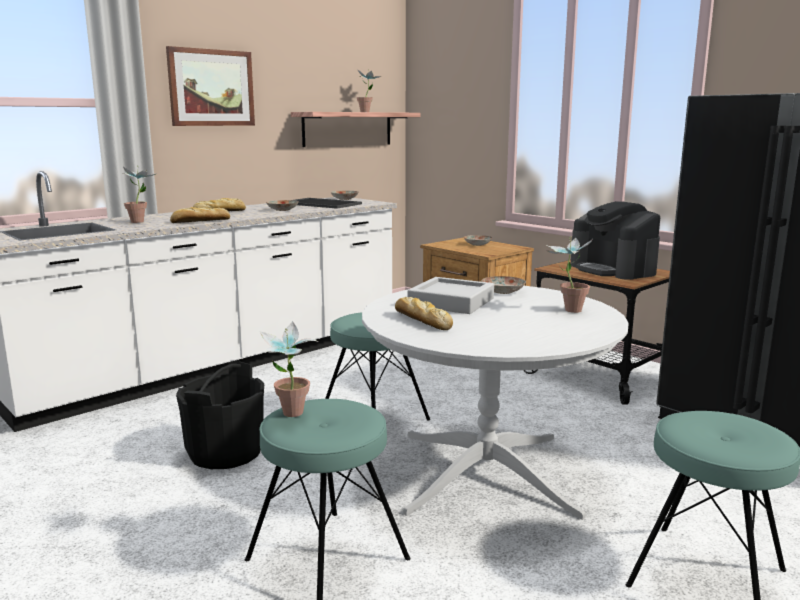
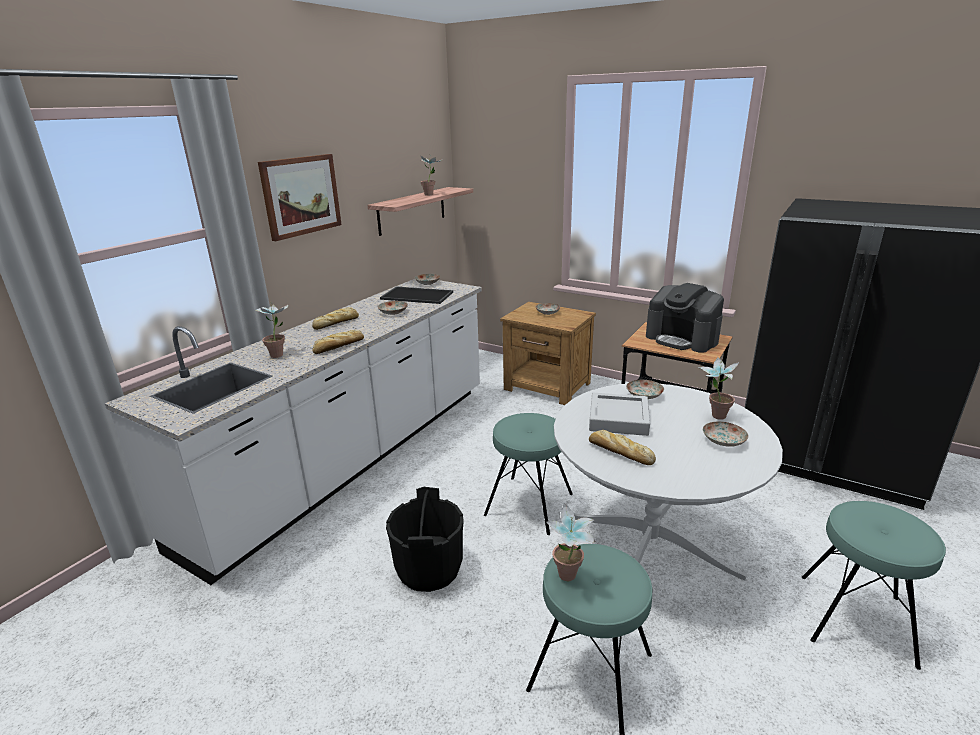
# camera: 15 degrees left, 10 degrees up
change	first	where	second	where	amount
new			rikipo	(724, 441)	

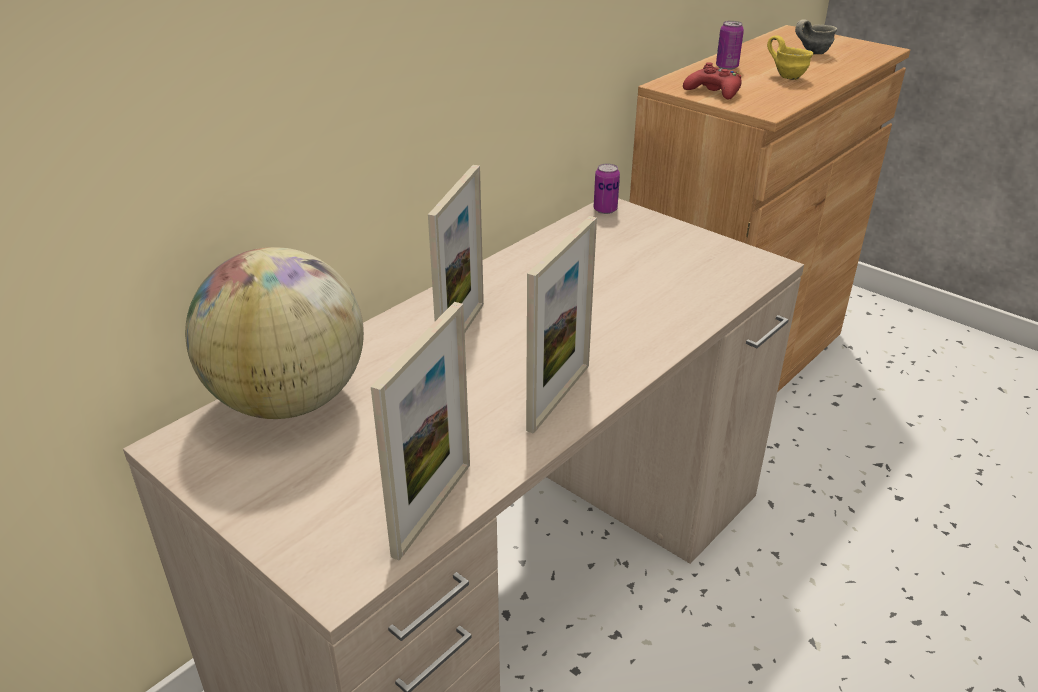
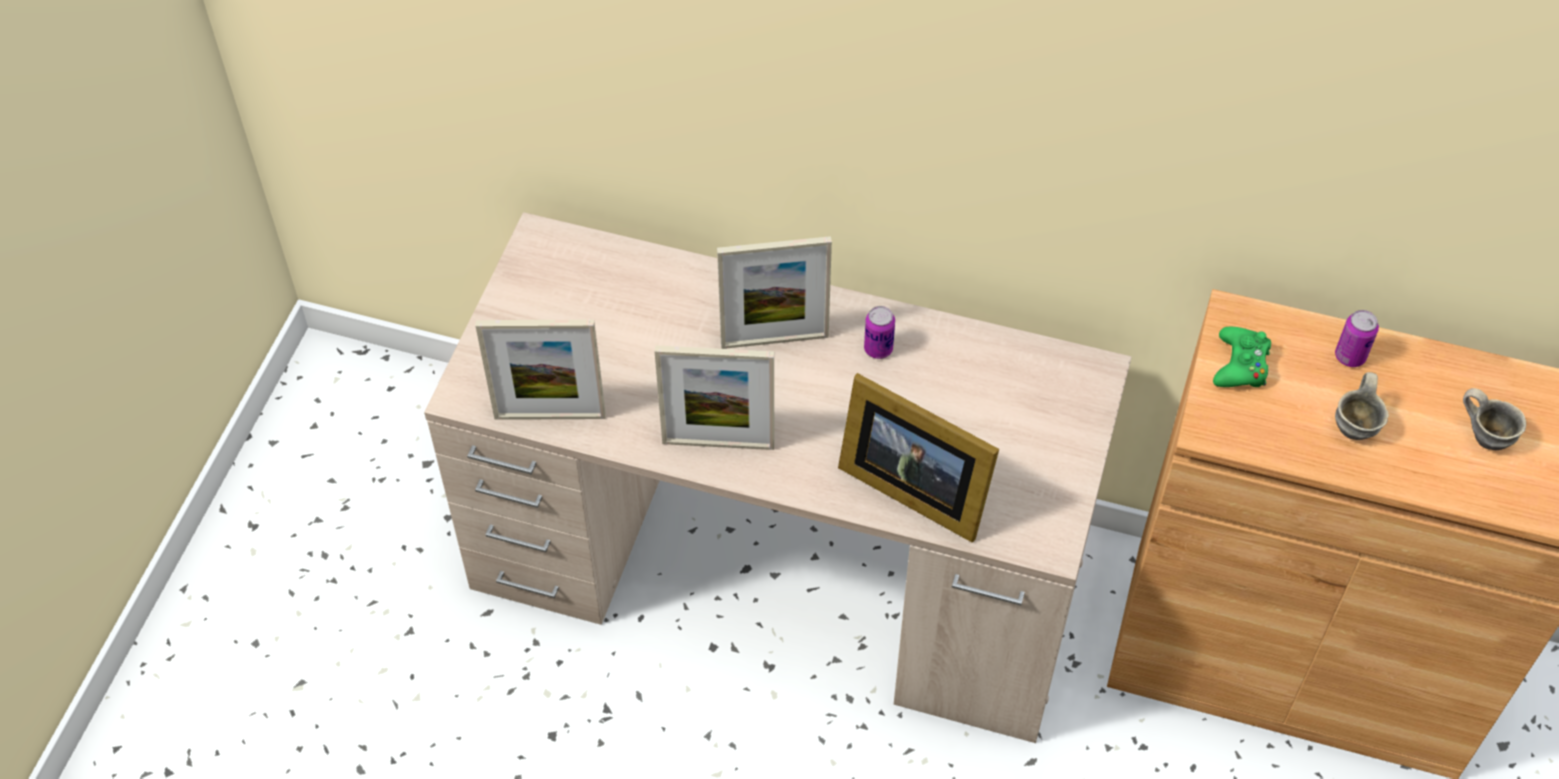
# camera: 65 degrees right, 20 degrees up
change	first	where	second	where	amount
new			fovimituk	(912, 486)	
shifted	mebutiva	(605, 210)		(878, 349)	
repainted	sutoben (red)	(714, 92)	sutoben (green)	(1241, 365)	
repainted	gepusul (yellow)	(787, 76)	gepusul (grey)	(1357, 427)	
gone	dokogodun	(289, 400)			

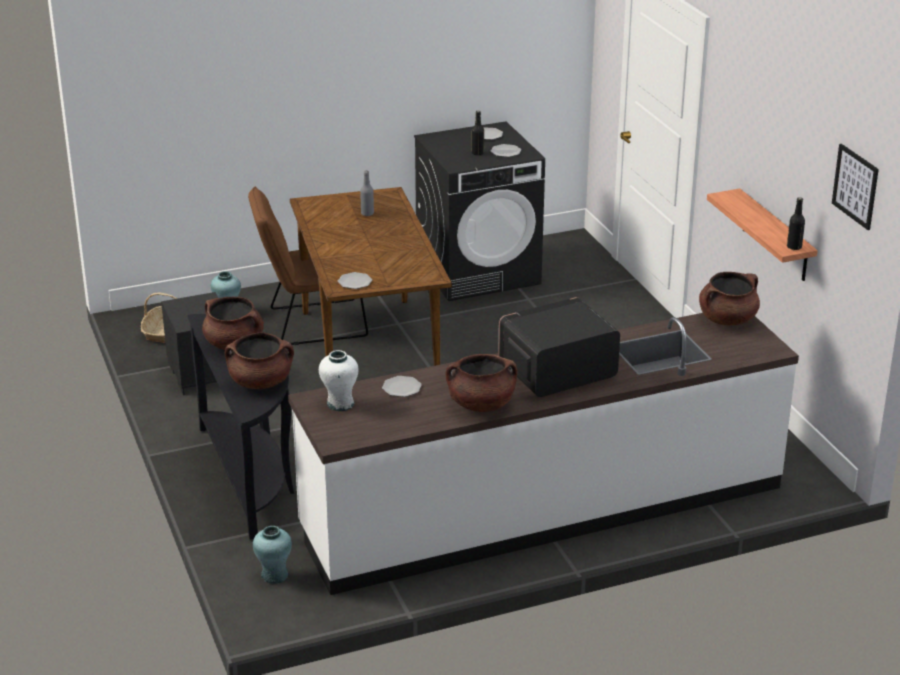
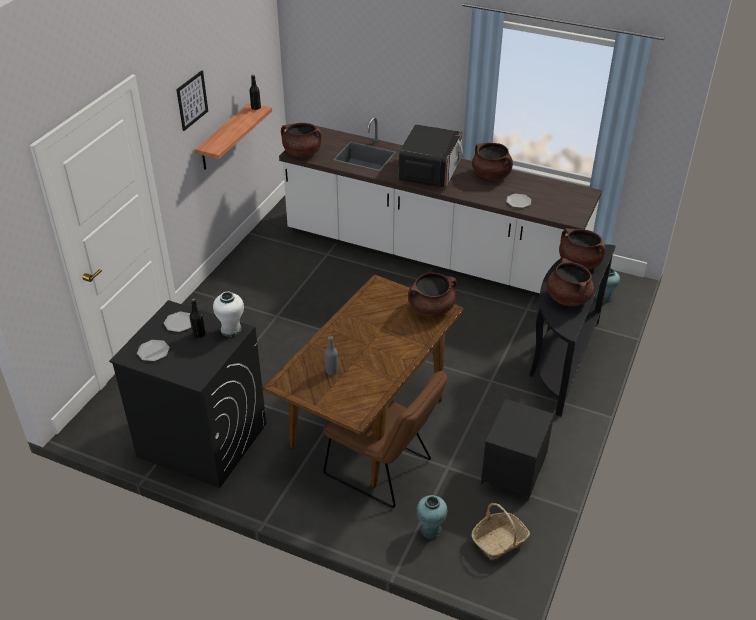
# camera: 135 degrees left, 10 degrees up
change	first	where	second	where	amount
shifted	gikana	(855, 186)		(192, 100)	
shifted	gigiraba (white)	(340, 404)		(231, 330)	
rotated	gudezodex	(556, 371)		(430, 171)	90 degrees counterclockwise
swapped	rikipo	(355, 282)	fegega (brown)	(431, 309)	

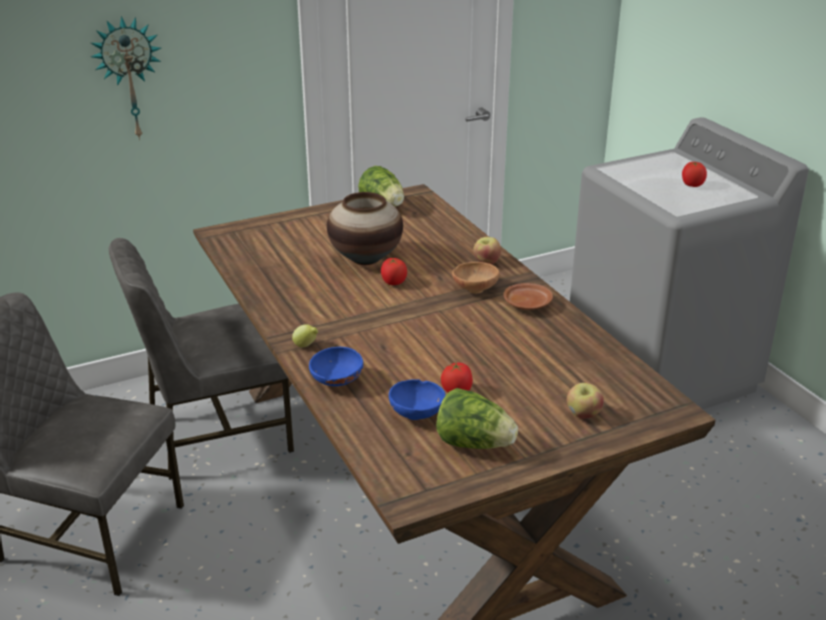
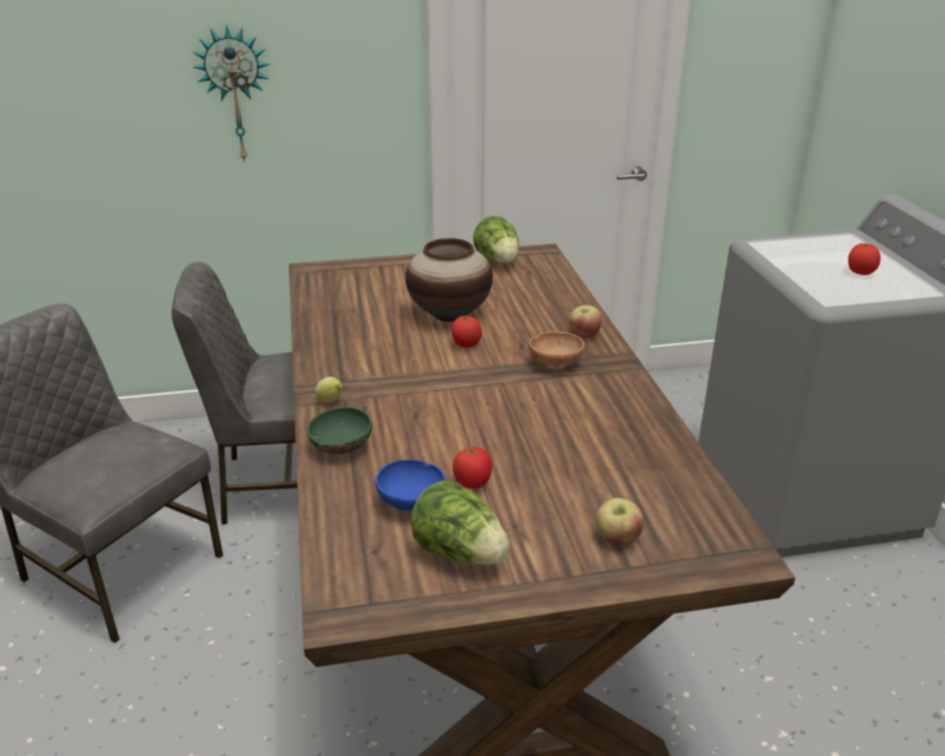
# camera: 15 degrees right, 0 degrees up
change	first	where	second	where	amount
repainted	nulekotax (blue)	(336, 381)	nulekotax (green)	(340, 448)	
gone	rikipo (brown)	(527, 304)			

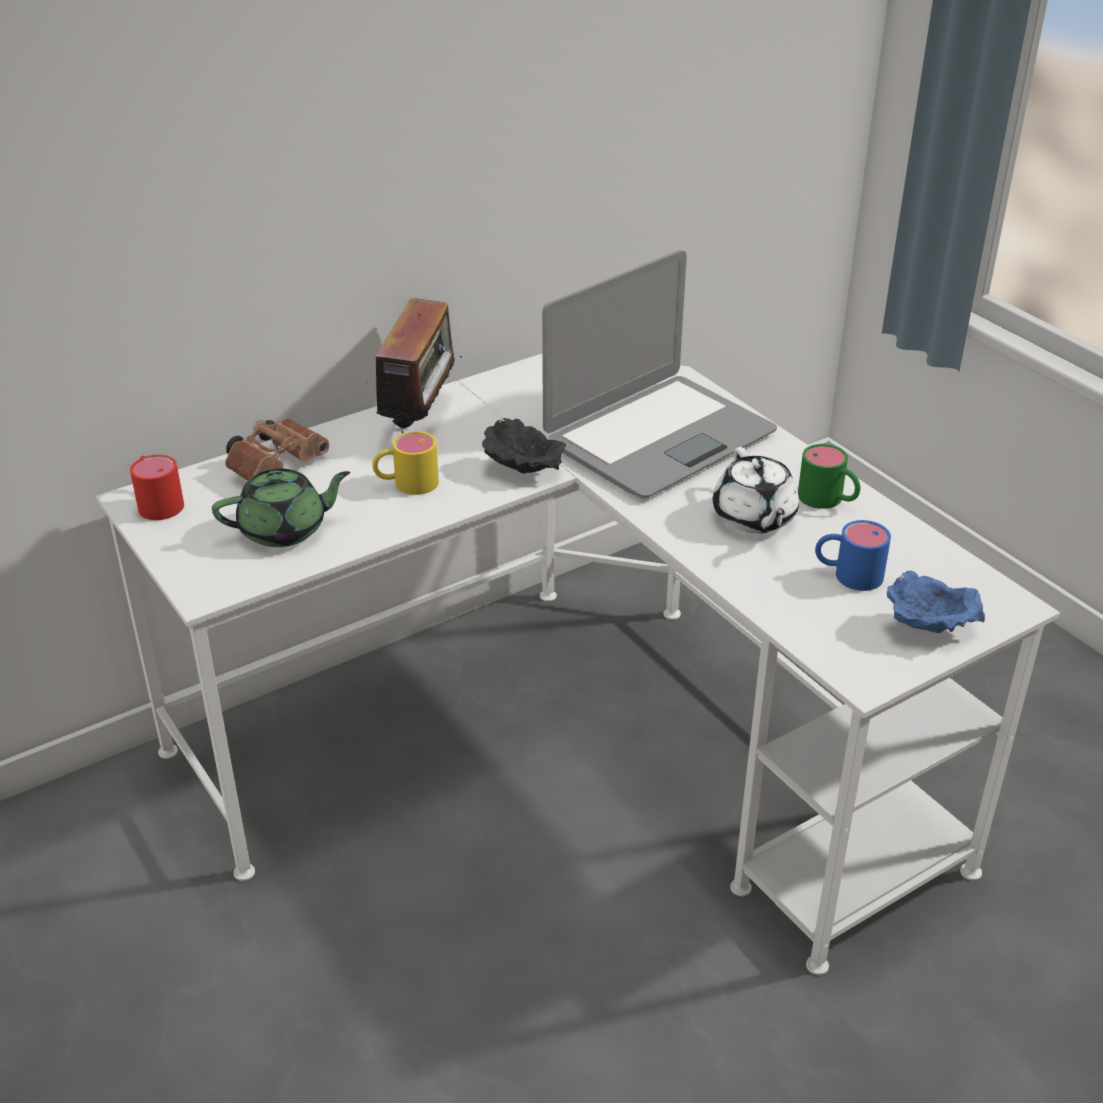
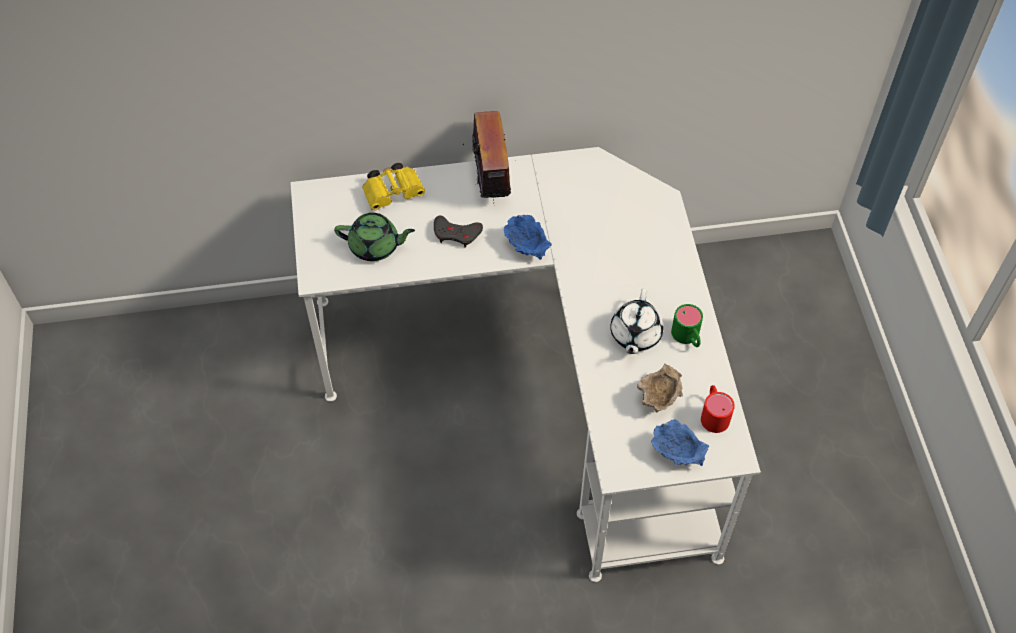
# camera: 25 degrees right, 20 degrees up
change	first	where	second	where	amount
repainted	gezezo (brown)	(278, 465)	gezezo (yellow)	(394, 193)	
swapped	gepusul (yellow)	(406, 483)	sutoben (grey)	(456, 234)	
rotated	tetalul	(421, 418)		(492, 181)	45 degrees counterclockwise
repainted	nulekotax (black)	(523, 470)	nulekotax (blue)	(527, 247)	
swapped	gepusul (blue)	(847, 574)	nulekotax (beige)	(659, 397)	
shifted	gepusul (red)	(157, 502)		(713, 413)	
gone	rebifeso	(658, 437)			

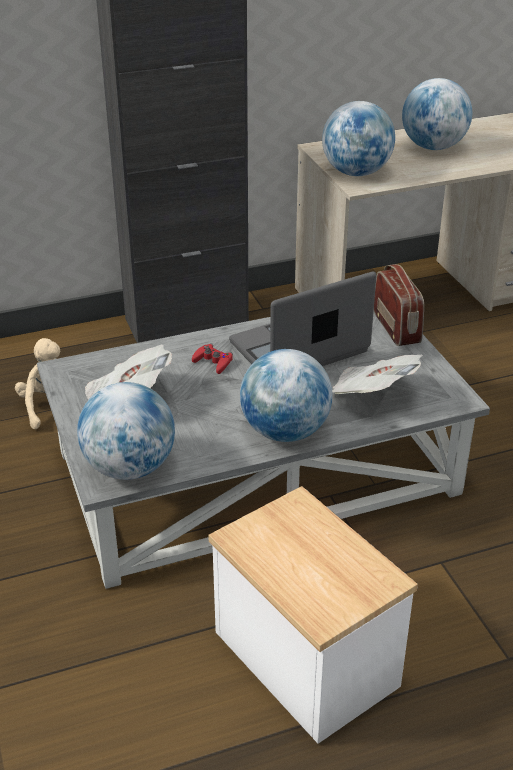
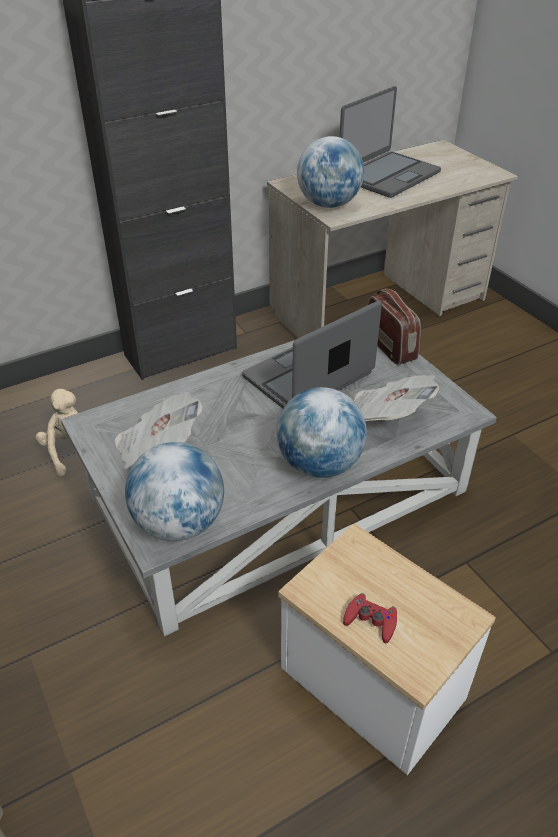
# camera: 10 degrees left, 5 degrees up
change	first	where	second	where	amount
swapped	dokogodun	(433, 147)	rebifeso	(388, 175)	
shifted	sutoben (red)	(213, 362)		(371, 621)	

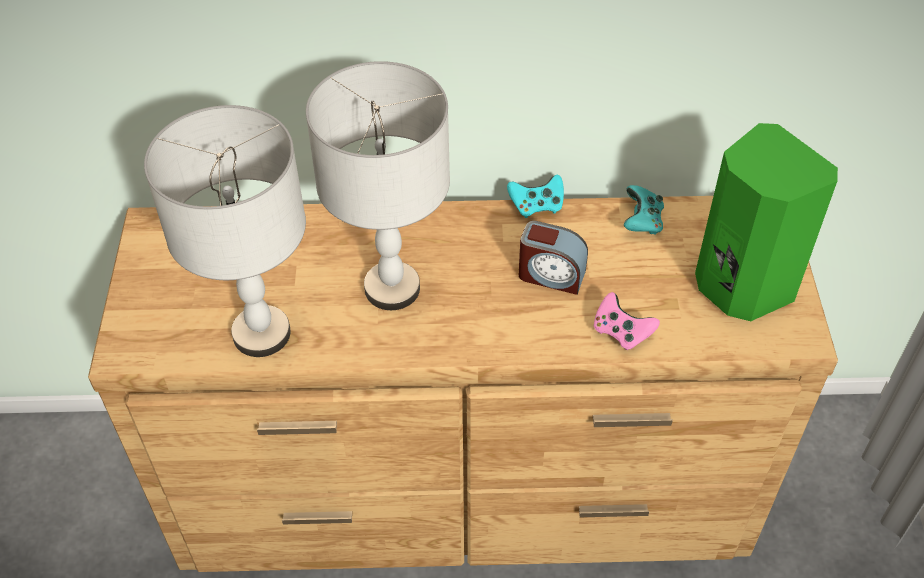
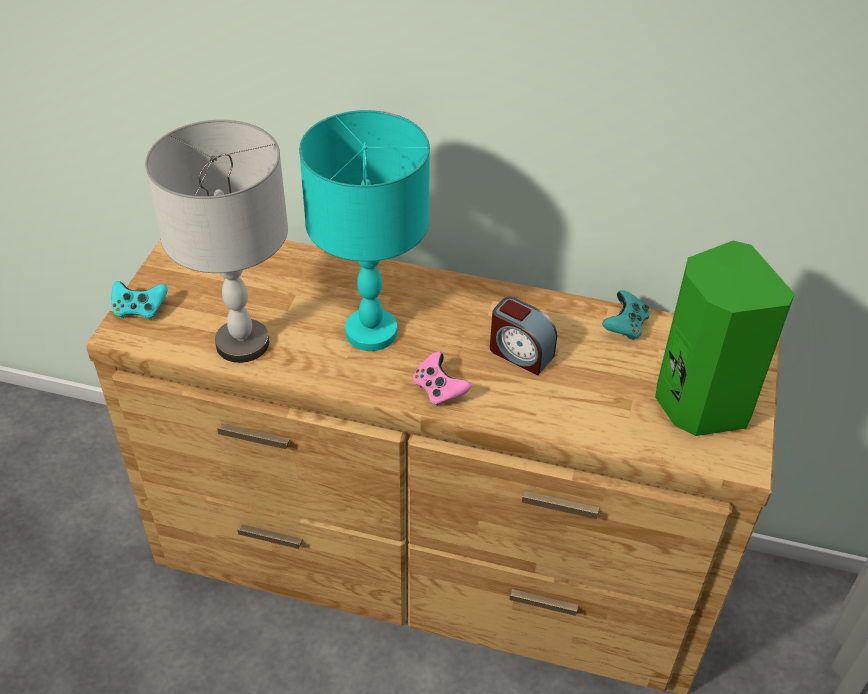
# camera: 15 degrees right, 5 degrees down
change	first	where	second	where	amount
shifted	sutoben (turquoise)	(536, 206)		(139, 310)	
repainted	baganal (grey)	(391, 288)	baganal (turquoise)	(370, 332)	
shifted	sutoben (pink)	(621, 332)		(439, 390)	

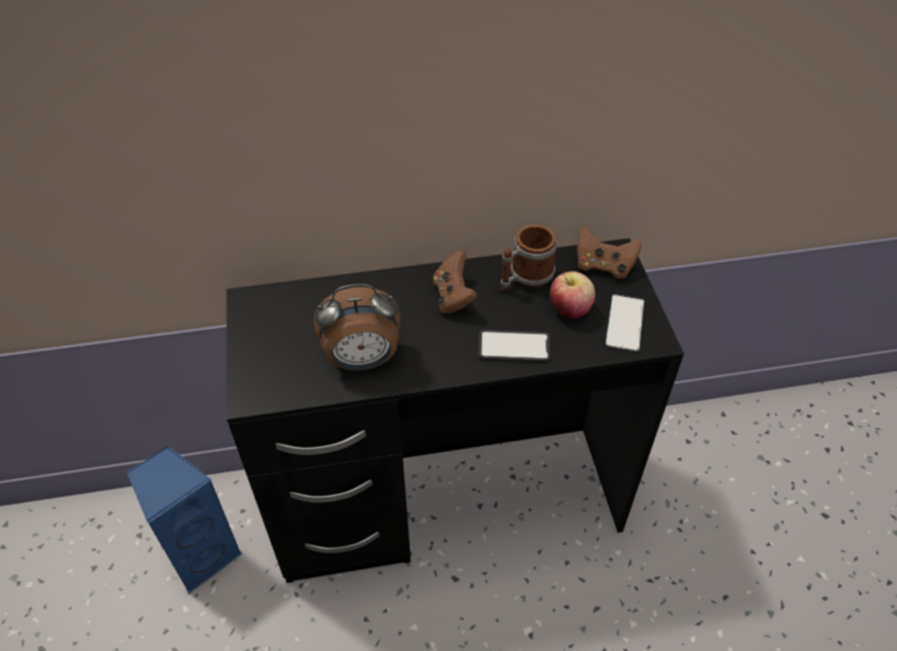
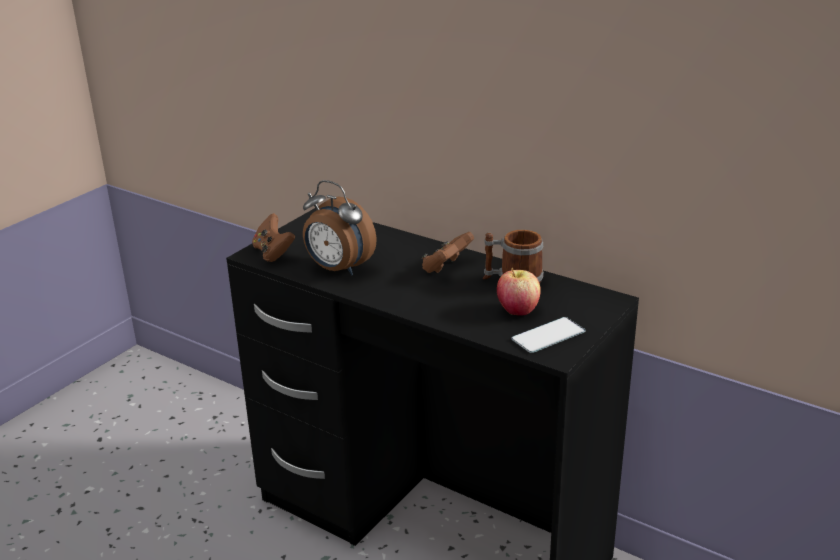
# camera: 45 degrees right, 20 degrees down
change	first	where	second	where	amount
shifted	sutoben (brown)	(604, 266)		(273, 253)	
gone	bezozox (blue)	(202, 554)			
gone	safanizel	(514, 347)			

